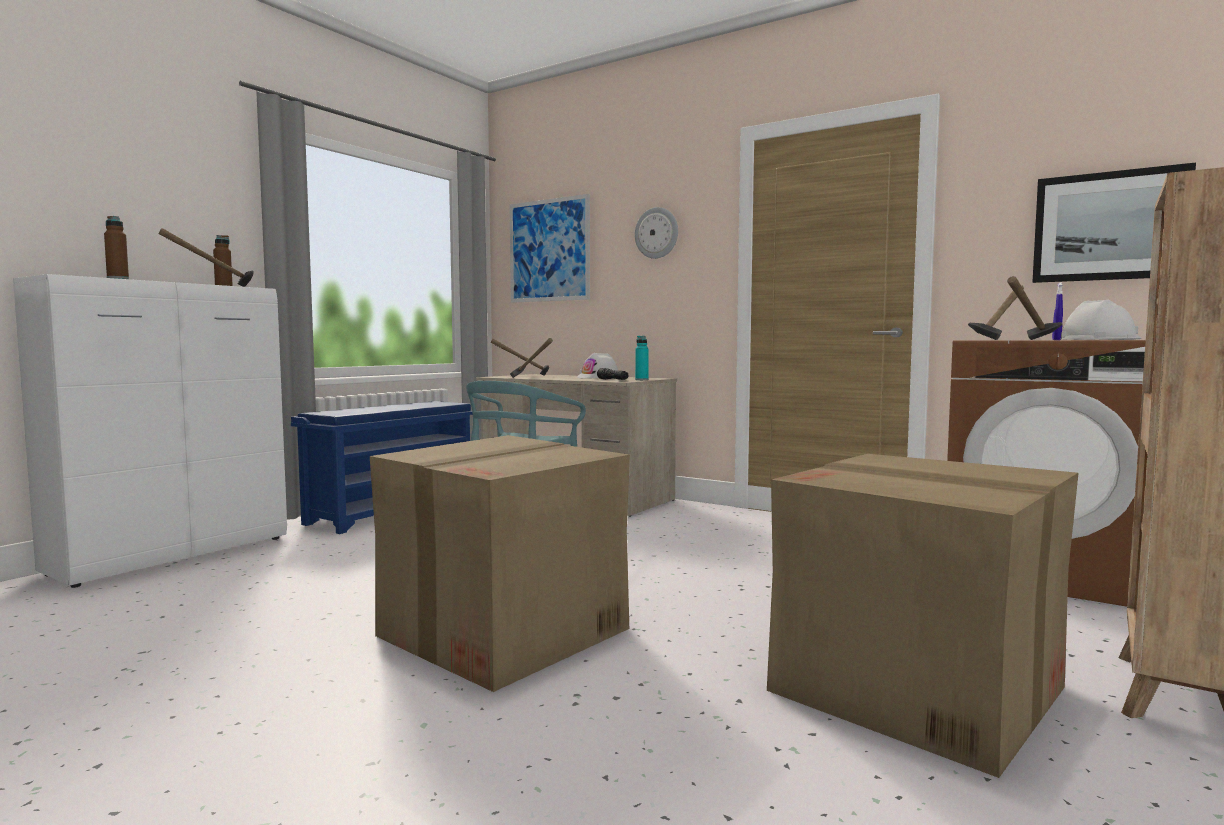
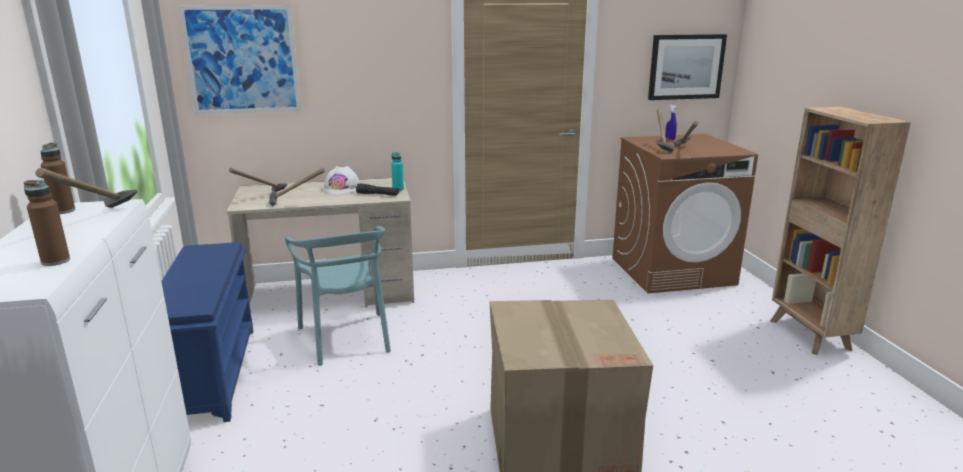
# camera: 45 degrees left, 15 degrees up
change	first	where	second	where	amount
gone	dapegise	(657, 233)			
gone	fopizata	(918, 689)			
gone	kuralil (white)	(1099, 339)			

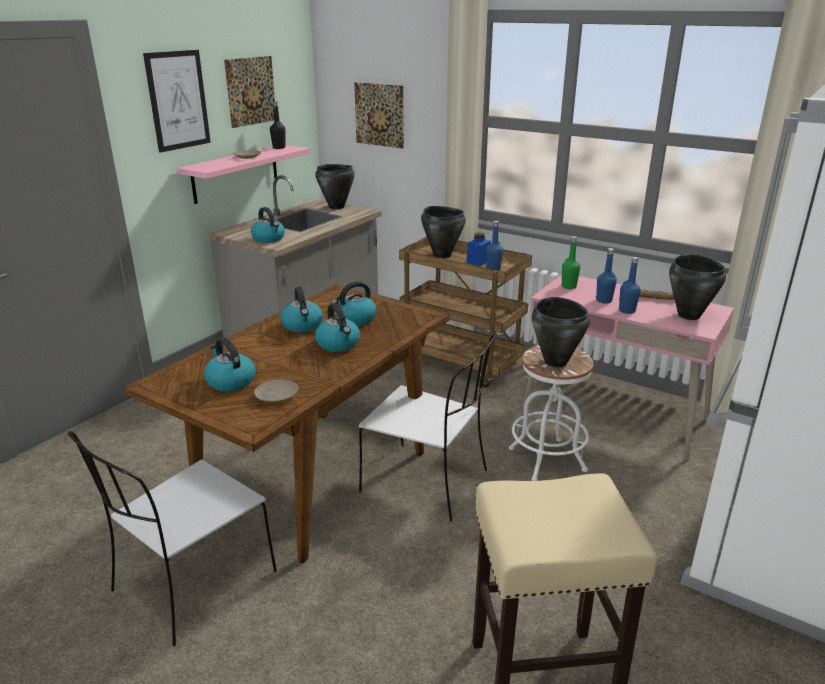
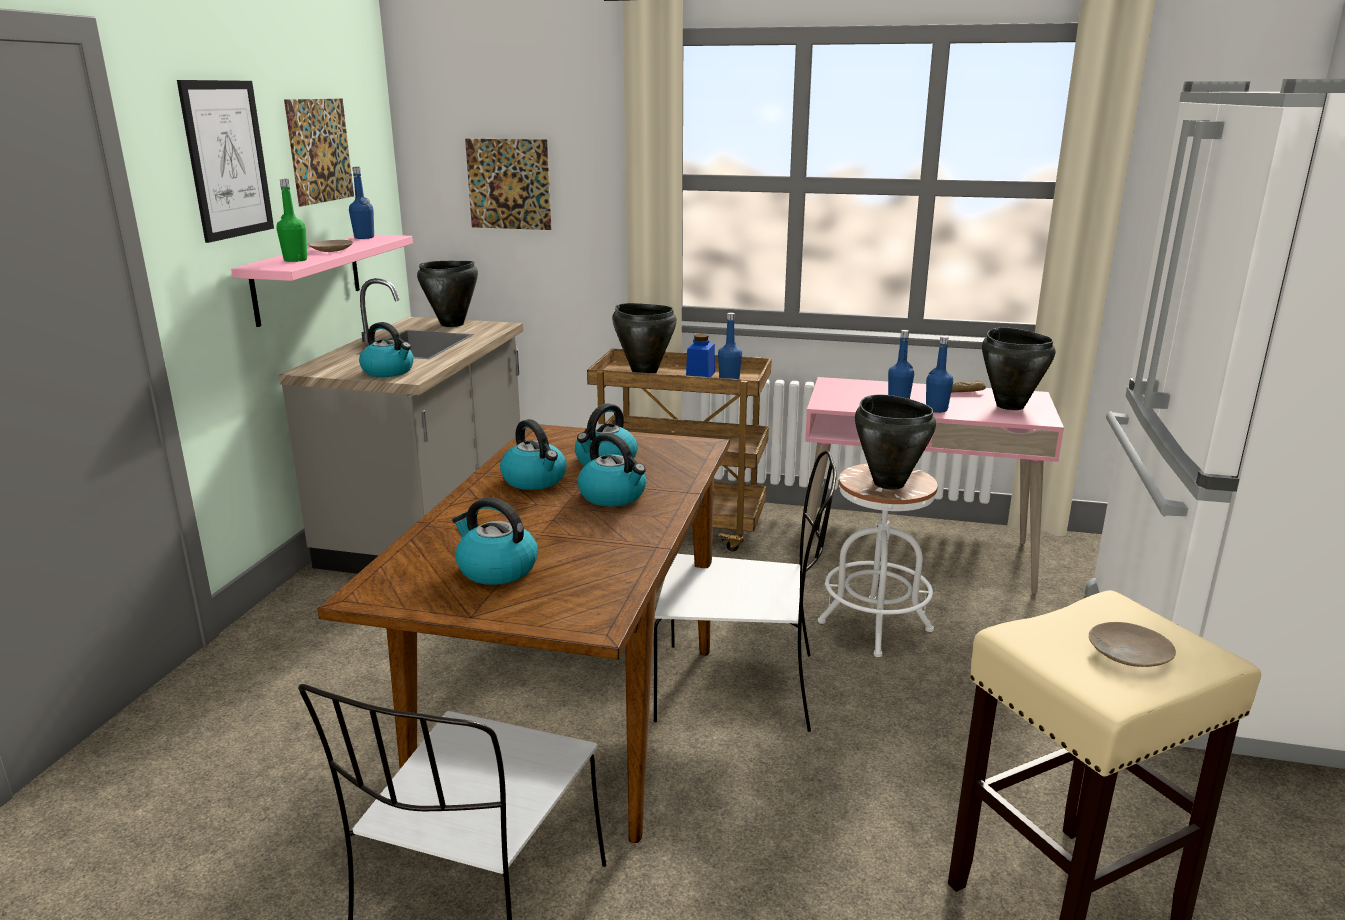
# camera: 20 degrees left, 5 degrees down
change	first	where	second	where	amount
shifted	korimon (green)	(569, 286)		(295, 260)	
repainted	korimon (black)	(279, 147)	korimon (blue)	(364, 237)	
shifted	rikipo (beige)	(276, 396)		(1128, 654)	

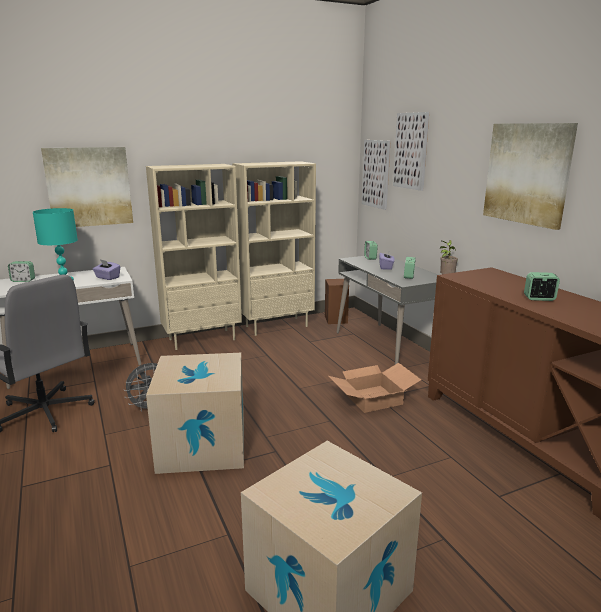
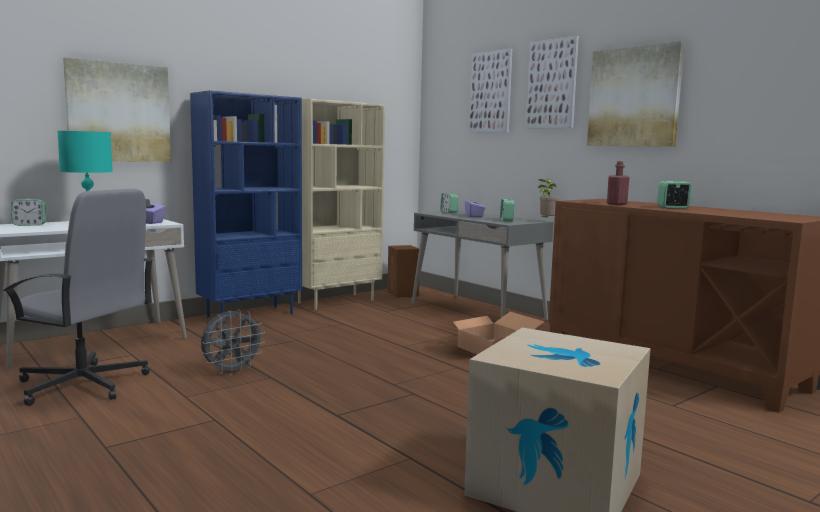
# camera: 15 degrees left, 10 degrees down
change	first	where	second	where	amount
repainted	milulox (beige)	(202, 339)	milulox (blue)	(250, 315)	
shifted	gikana	(376, 174)		(552, 84)	
new			korimon (red)	(617, 204)	
gone	fopizata	(203, 445)			

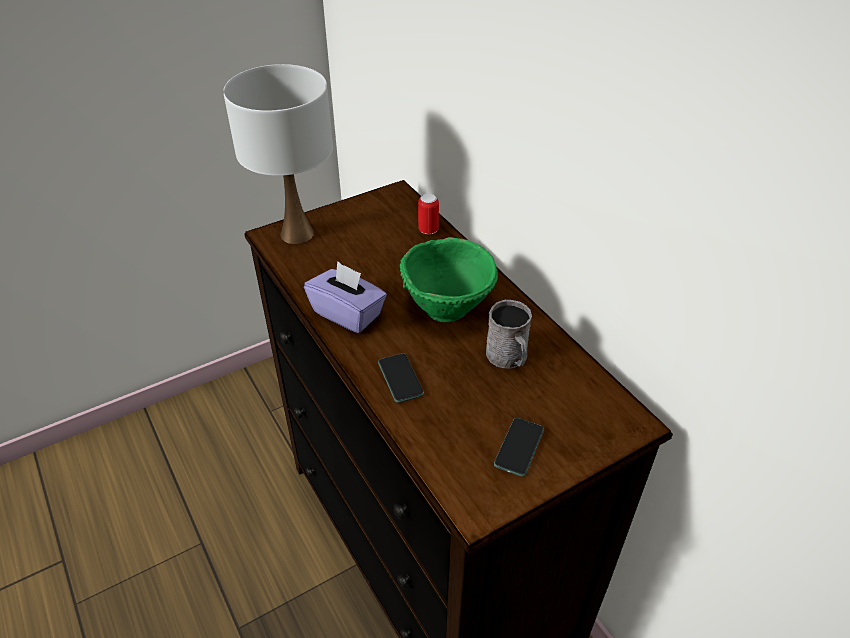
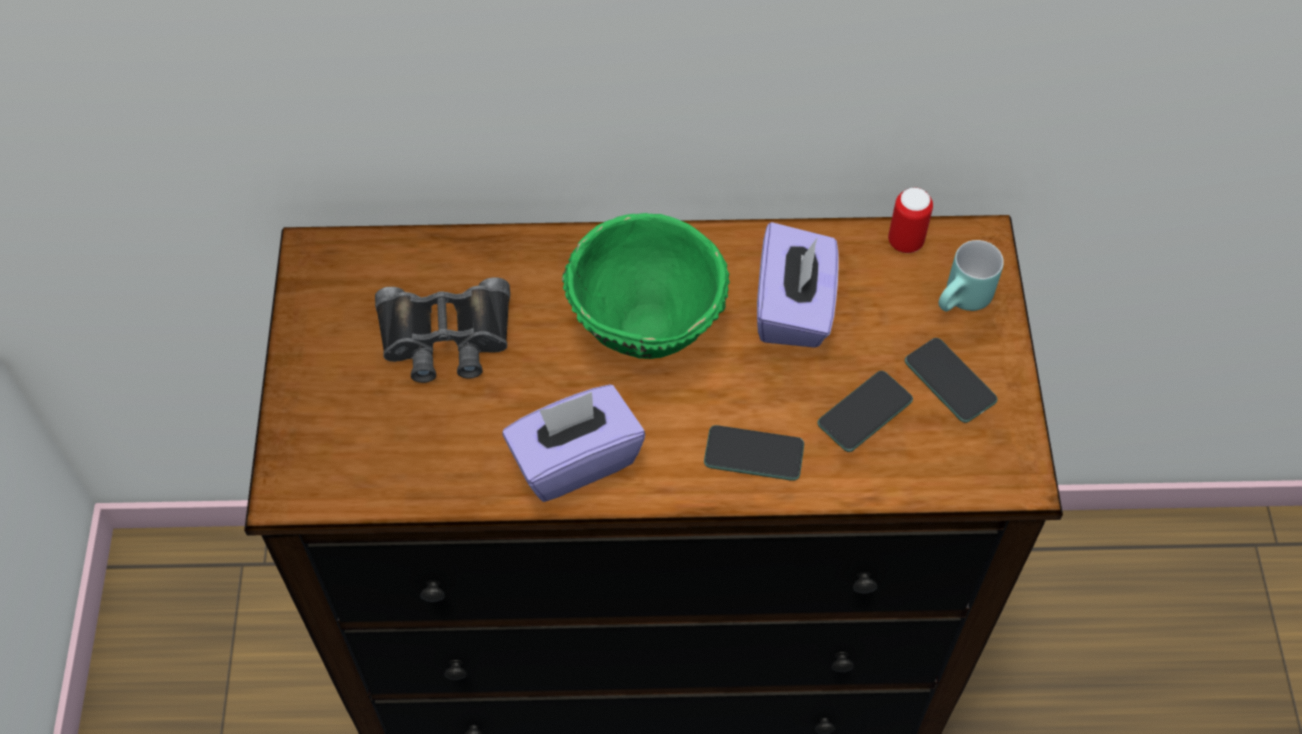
# camera: 60 degrees left, 15 degrees up
change	first	where	second	where	amount
new			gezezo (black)	(446, 337)	
swapped	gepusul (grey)	(509, 358)	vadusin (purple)	(794, 308)	
new			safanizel	(865, 412)	
shifted	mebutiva	(428, 230)		(905, 241)	
new			gepusul (turquoise)	(964, 303)	
gone	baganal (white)	(297, 234)			

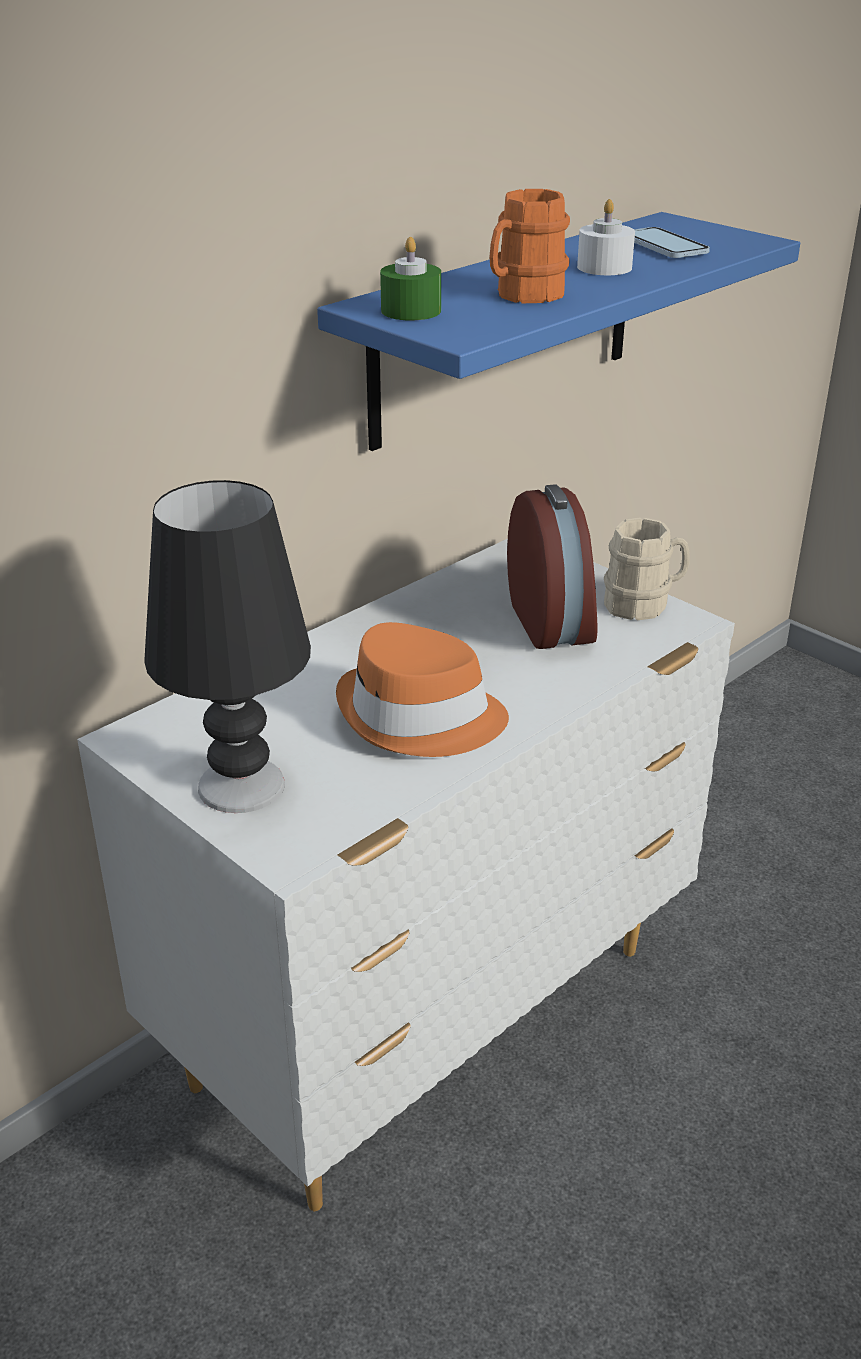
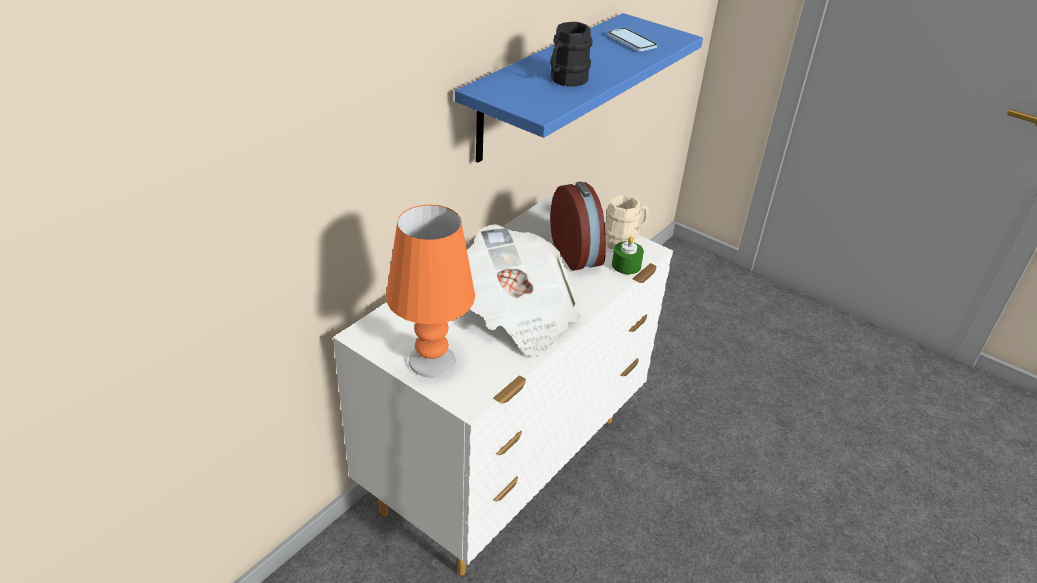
# camera: 10 degrees left, 5 degrees up
change	first	where	second	where	amount
repainted	baganal (black)	(241, 785)	baganal (orange)	(431, 360)	
swapped	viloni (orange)	(420, 718)	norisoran	(518, 315)	
repainted	gepusul (orange)	(523, 295)	gepusul (black)	(565, 80)	
shifted	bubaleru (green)	(411, 311)		(626, 265)	
gone	bubaleru (white)	(604, 267)			

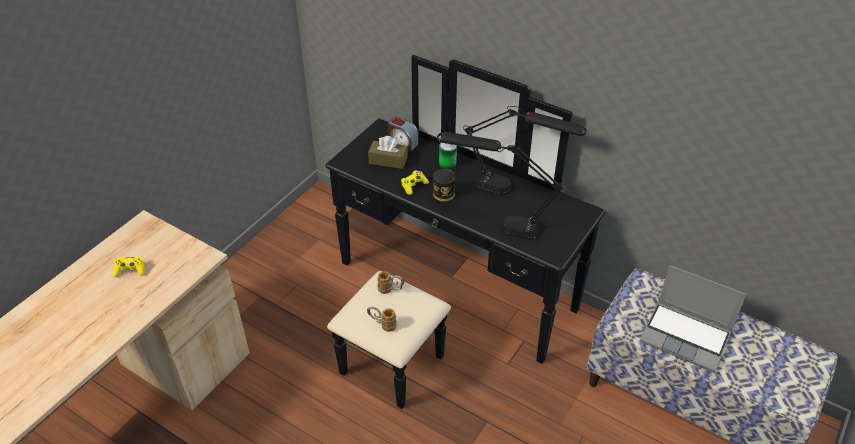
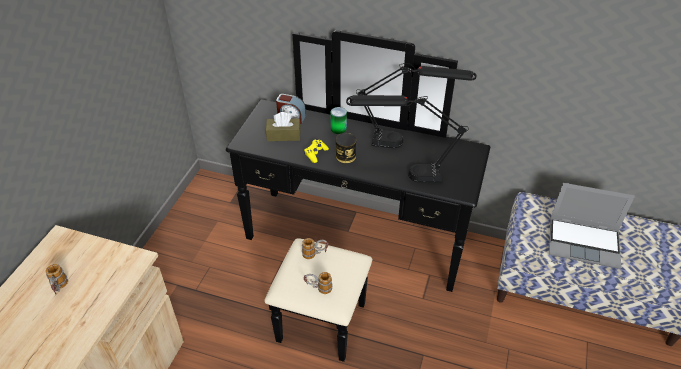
# camera: 15 degrees left, 0 degrees up
change	first	where	second	where	amount
swapped	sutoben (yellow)	(130, 270)	gepusul	(60, 288)	

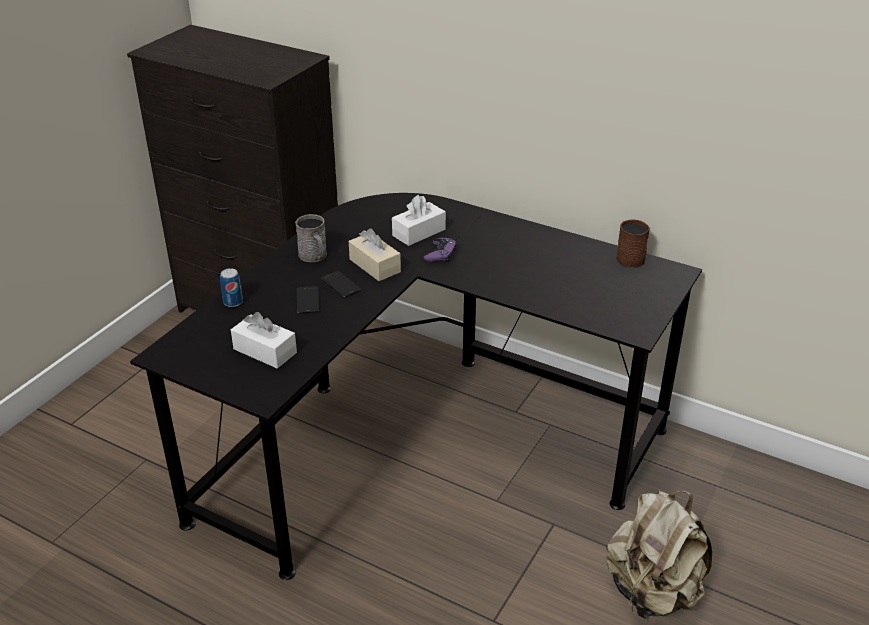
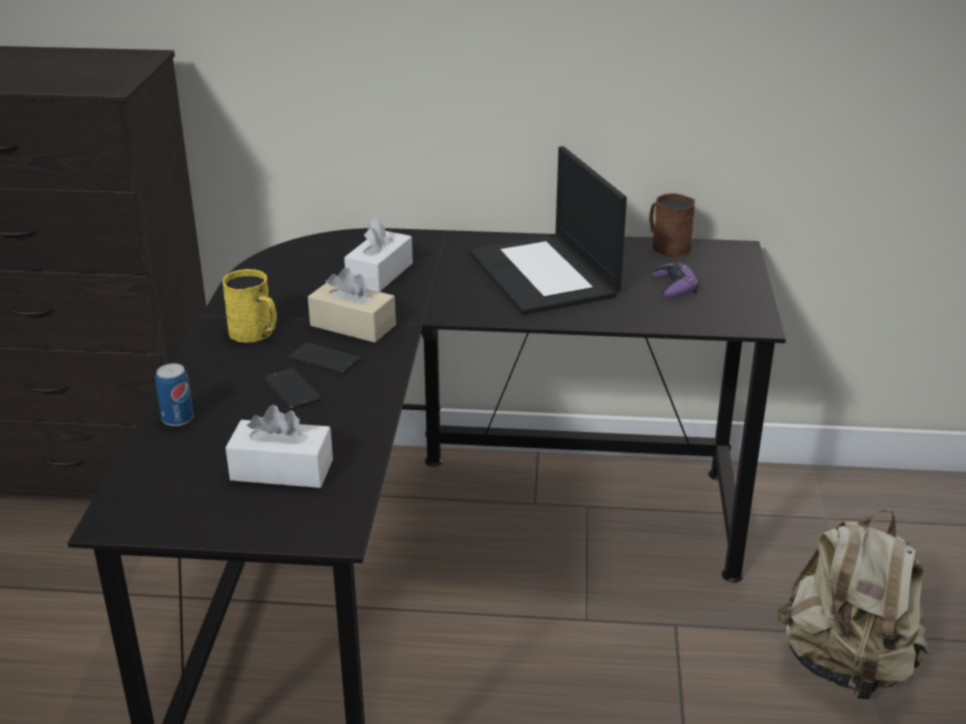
# camera: 25 degrees left, 5 degrees down
change	first	where	second	where	amount
repainted	gepusul (grey)	(314, 256)	gepusul (yellow)	(255, 333)	
new			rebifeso	(544, 275)	
shifted	sutoben (purple)	(440, 254)		(674, 286)	

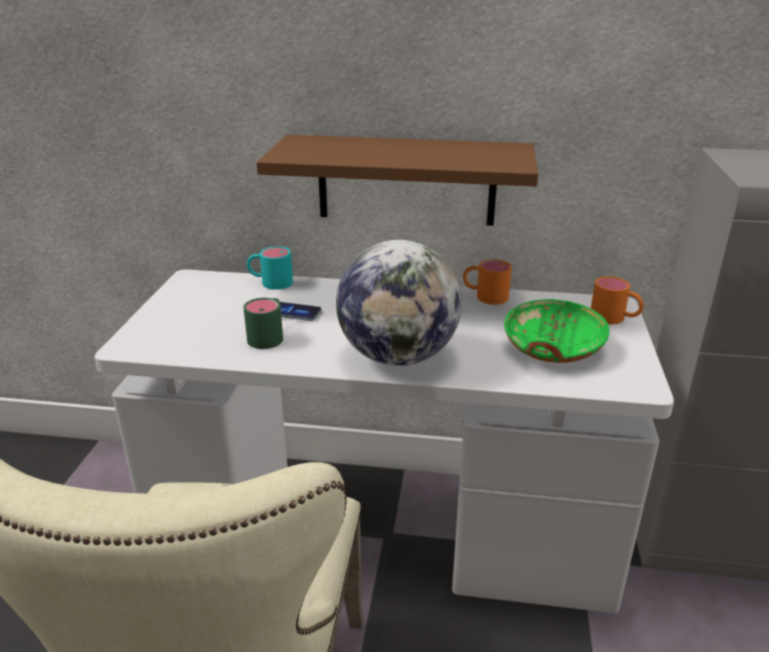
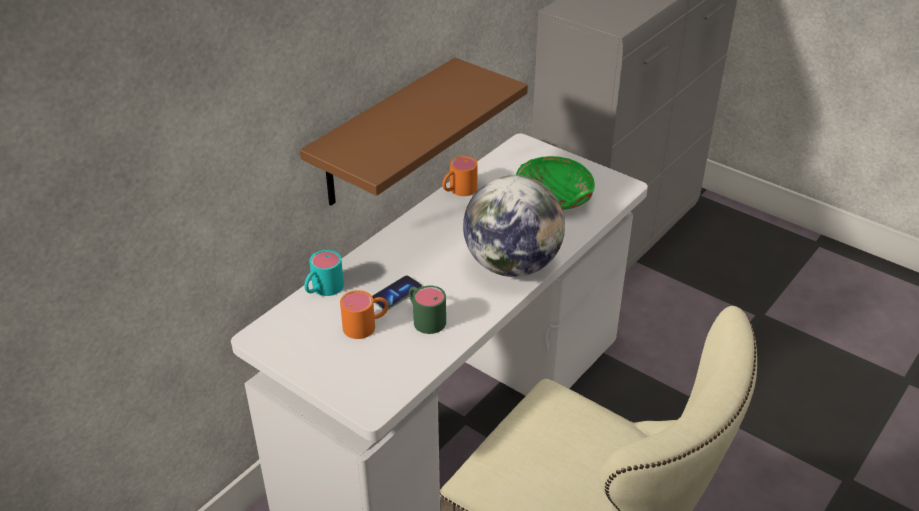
# camera: 60 degrees left, 10 degrees up
change	first	where	second	where	amount
shifted	gepusul (orange)	(614, 318)		(366, 325)	

